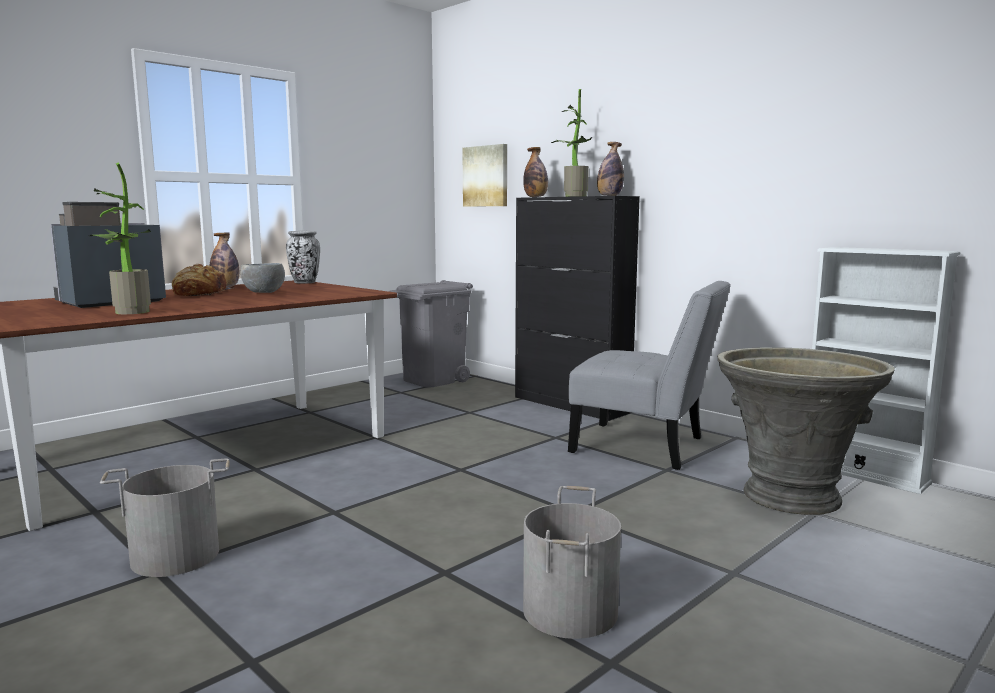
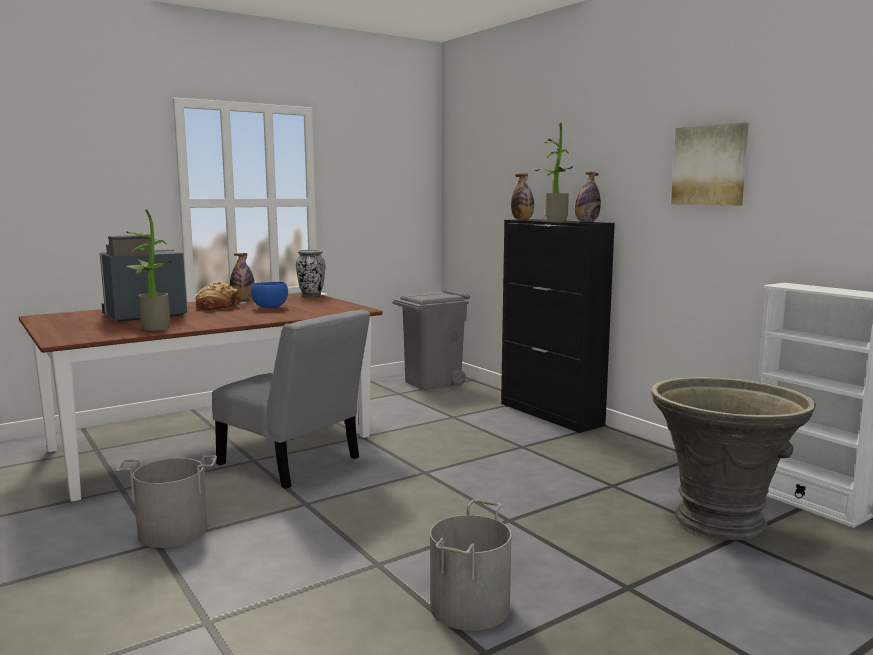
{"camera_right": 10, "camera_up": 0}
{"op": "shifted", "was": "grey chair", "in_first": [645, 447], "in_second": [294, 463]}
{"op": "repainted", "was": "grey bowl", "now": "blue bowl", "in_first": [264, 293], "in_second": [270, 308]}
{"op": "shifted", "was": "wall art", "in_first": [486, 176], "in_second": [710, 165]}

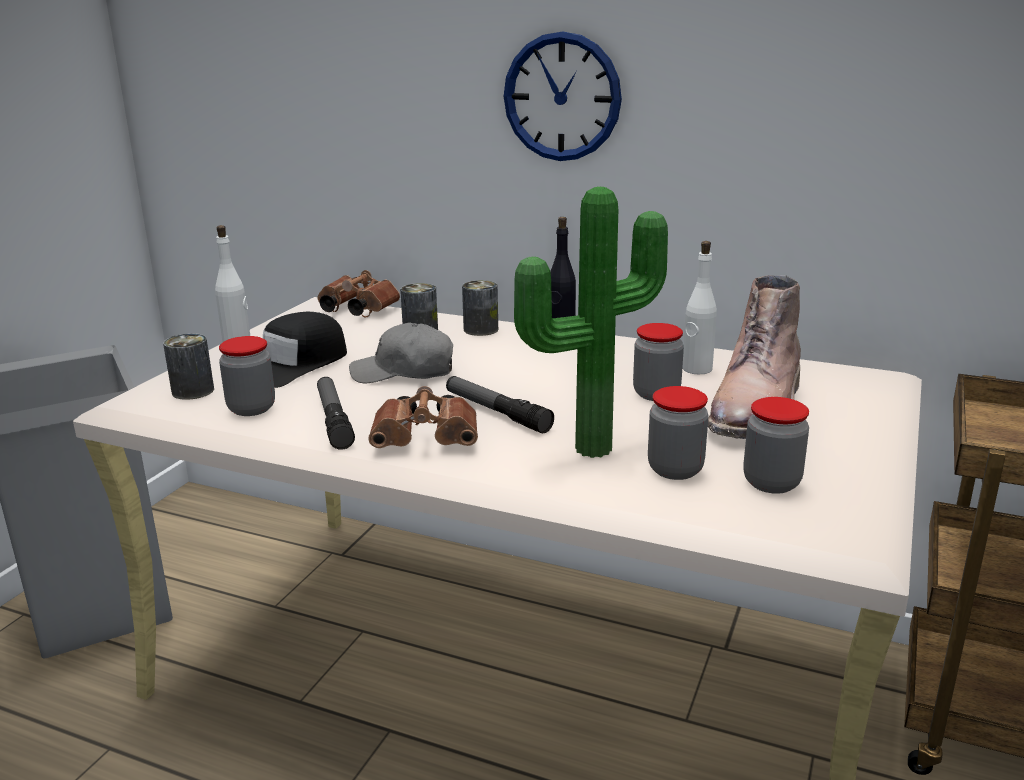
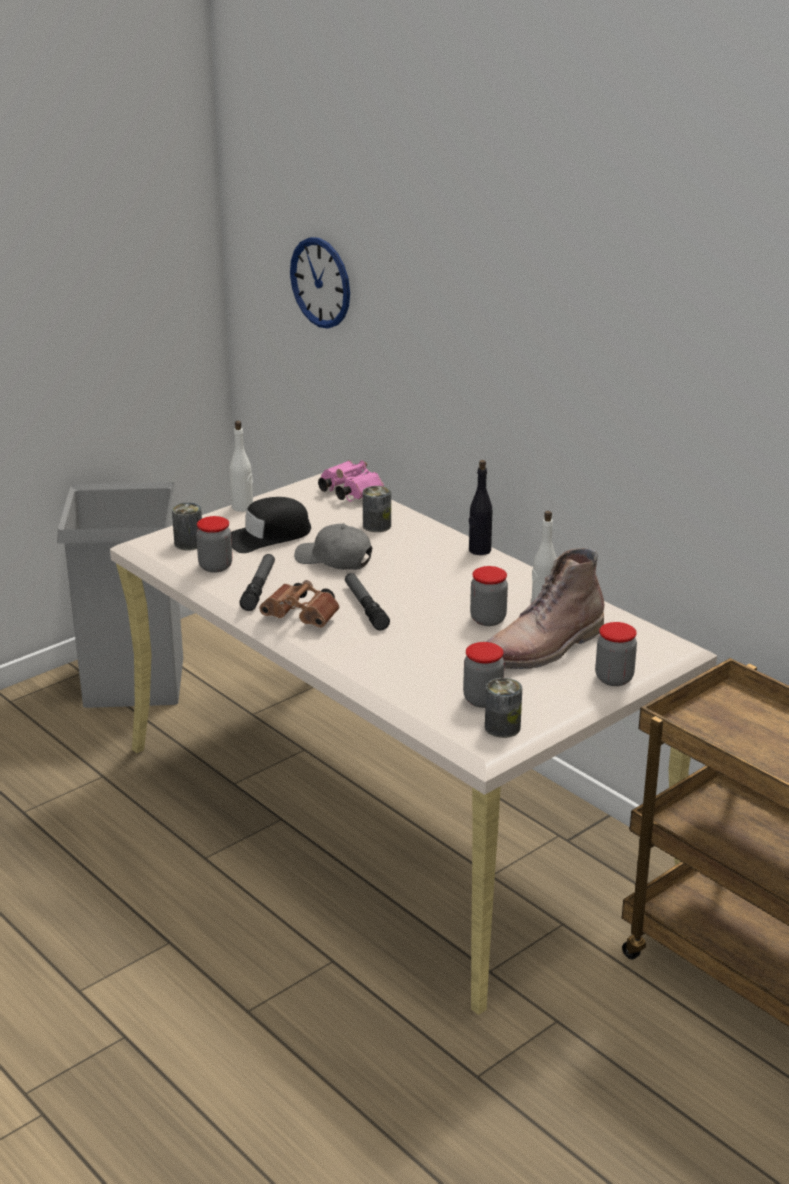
{"camera_right": 25, "camera_up": 5}
{"op": "shifted", "was": "hanging clock", "in_first": [562, 97], "in_second": [320, 282]}
{"op": "repainted", "was": "brown binoculars", "now": "pink-coloured binoculars", "in_first": [355, 310], "in_second": [348, 492]}
{"op": "shifted", "was": "can", "in_first": [481, 329], "in_second": [502, 727]}
{"op": "shifted", "was": "jar", "in_first": [675, 469], "in_second": [614, 678]}
{"op": "gone", "was": "plant in a pot", "in_first": [588, 446]}

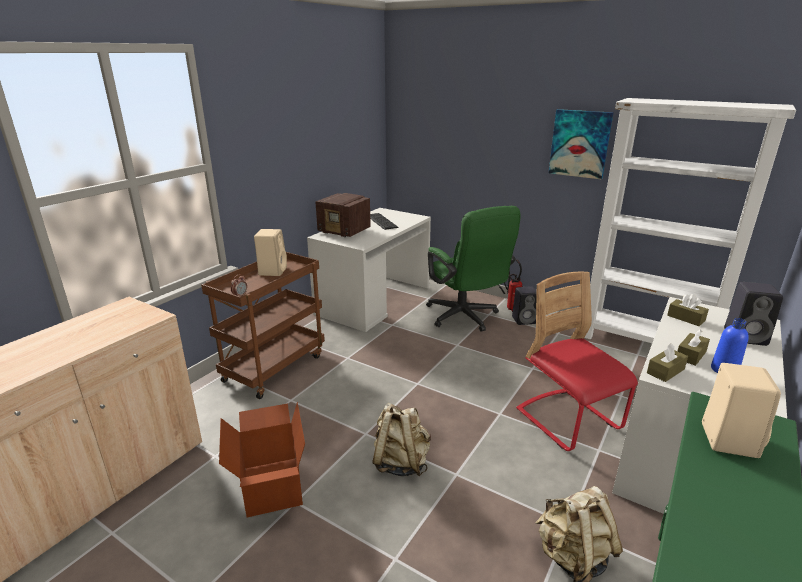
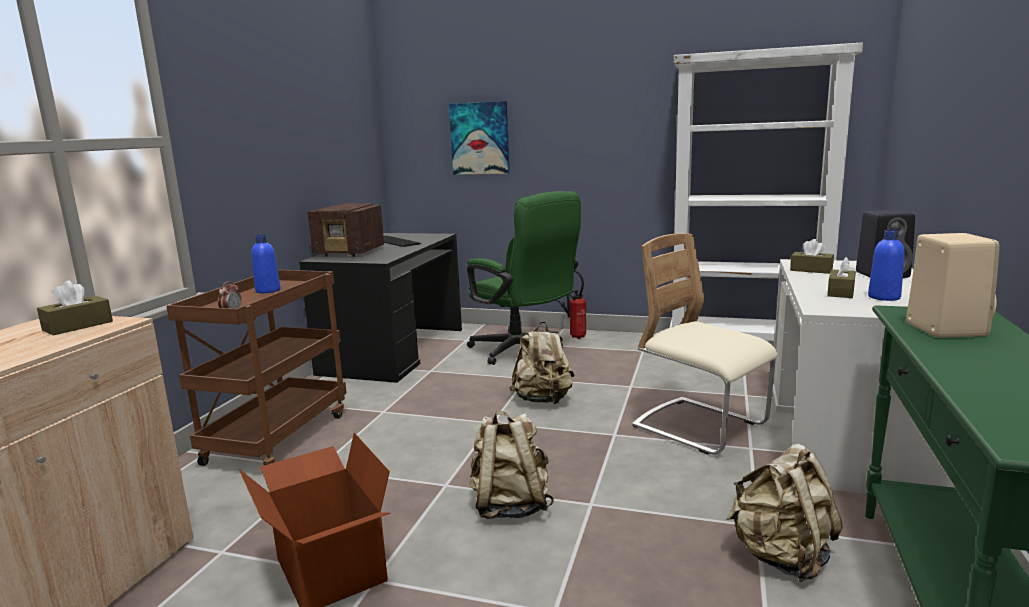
{"camera_right": -15, "camera_up": -10}
{"op": "shifted", "was": "brown tissue box", "in_first": [665, 371], "in_second": [78, 326]}
{"op": "swapped", "was": "beige audio speaker", "now": "blue bottle", "in_first": [273, 271], "in_second": [268, 290]}
{"op": "repainted", "was": "whitish desk unit", "now": "blackish desk unit", "in_first": [374, 300], "in_second": [394, 350]}
{"op": "shifted", "was": "wall art", "in_first": [580, 143], "in_second": [480, 138]}
{"op": "new", "now": "beige knapsack", "in_second": [543, 400]}
{"op": "repainted", "was": "red-coloured chair", "now": "beige chair", "in_first": [568, 420], "in_second": [700, 427]}
{"op": "gone", "was": "blackish audio speaker", "in_first": [524, 320]}

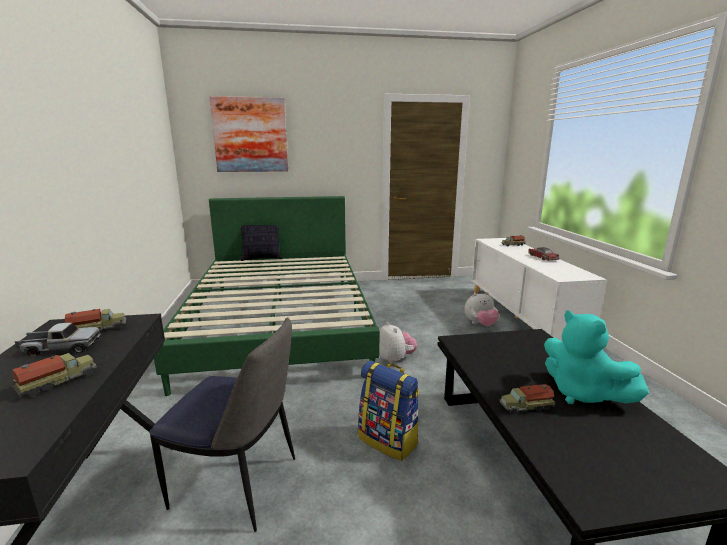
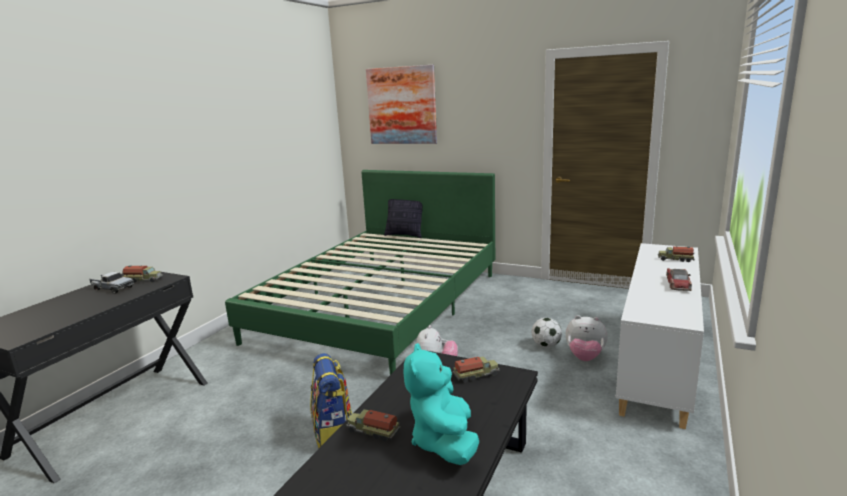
{"camera_right": 35, "camera_up": 0}
{"op": "shifted", "was": "toy lorry", "in_first": [58, 382], "in_second": [476, 375]}
{"op": "new", "now": "football", "in_second": [546, 345]}
{"op": "gone", "was": "chair", "in_first": [238, 484]}

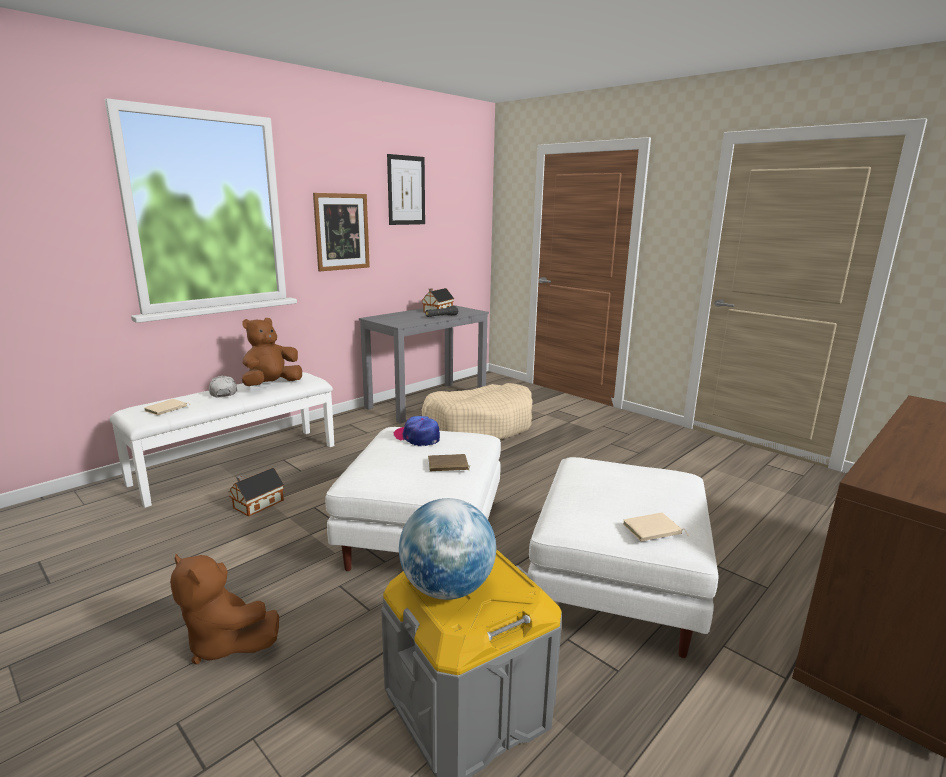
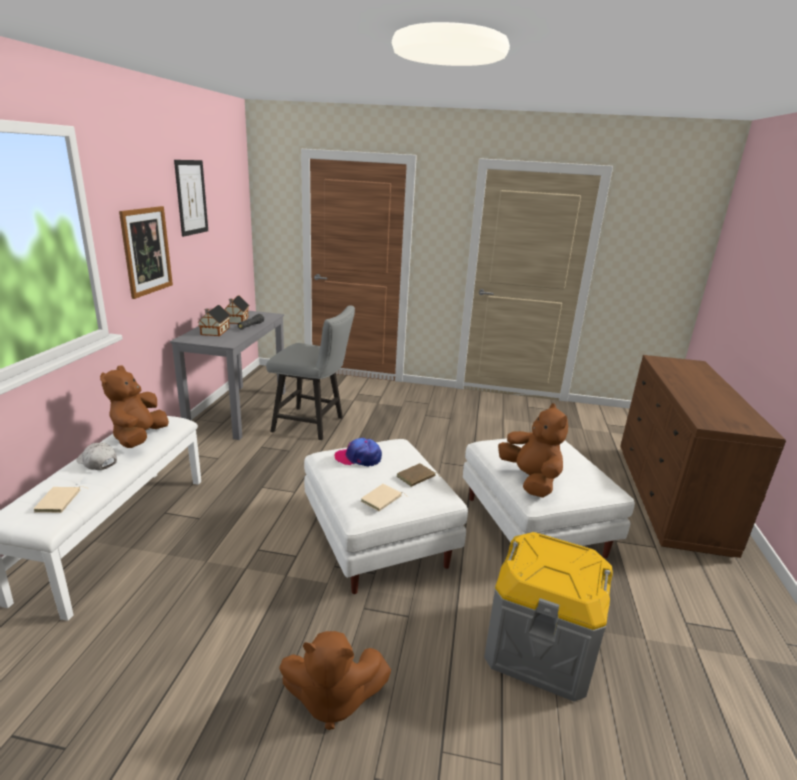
{"camera_right": -35, "camera_up": 5}
{"op": "shifted", "was": "miniature house", "in_first": [256, 504], "in_second": [214, 331]}
{"op": "swapped", "was": "beige pet bed", "now": "grey chair", "in_first": [479, 426], "in_second": [313, 425]}
{"op": "shifted", "was": "beige book", "in_first": [652, 531], "in_second": [382, 500]}
{"op": "new", "now": "brown plush toy", "in_second": [530, 480]}
{"op": "gone", "was": "world globe", "in_first": [447, 589]}

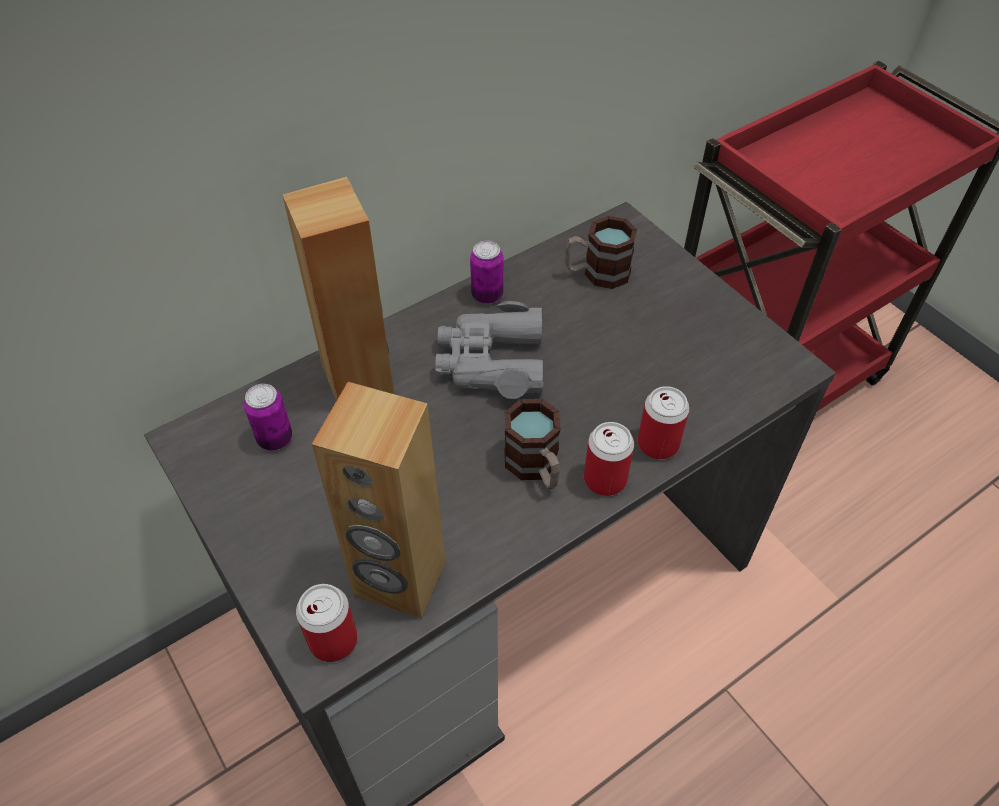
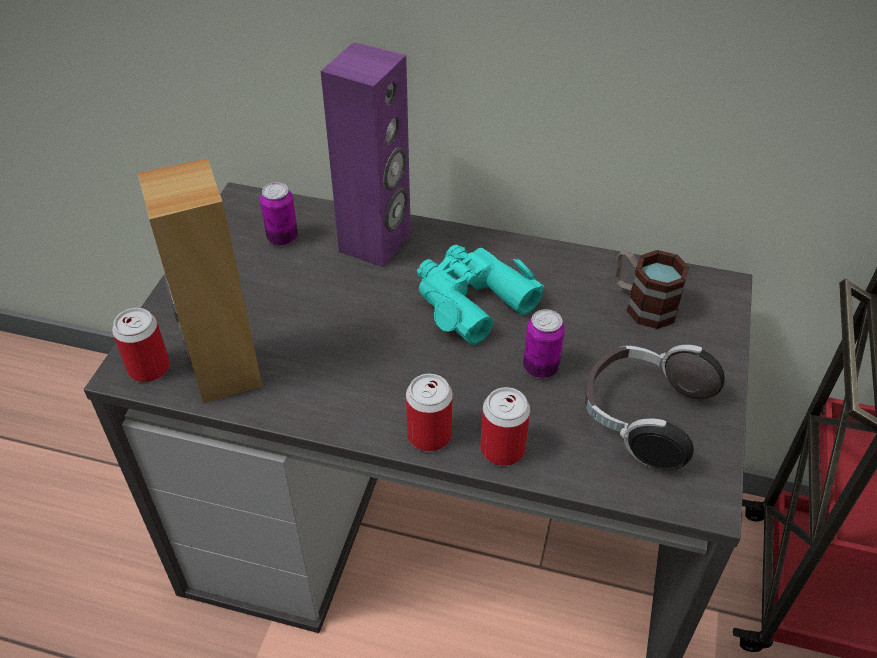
{"camera_right": 50, "camera_up": -5}
{"op": "repainted", "was": "brown audio speaker", "now": "purplish audio speaker", "in_first": [359, 379], "in_second": [376, 243]}
{"op": "repainted", "was": "grey binoculars", "now": "blue-green binoculars", "in_first": [491, 362], "in_second": [471, 299]}
{"op": "shifted", "was": "can", "in_first": [487, 295], "in_second": [540, 367]}
{"op": "new", "now": "headset", "in_second": [642, 416]}
{"op": "gone", "was": "mug", "in_first": [536, 467]}

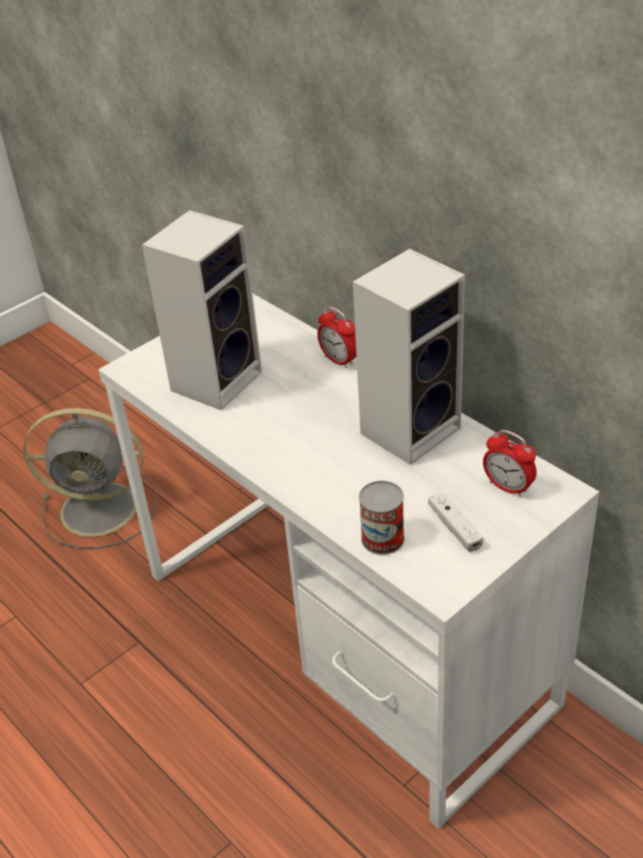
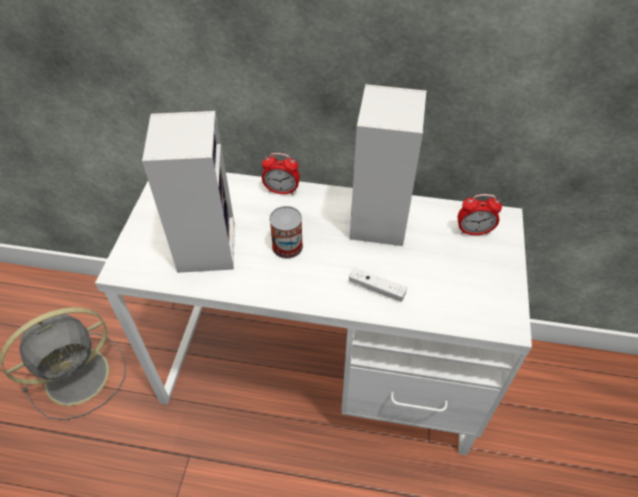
{"camera_right": -40, "camera_up": 10}
{"op": "shifted", "was": "can", "in_first": [382, 538], "in_second": [287, 246]}
{"op": "shifted", "was": "whitish joypad", "in_first": [455, 528], "in_second": [377, 288]}

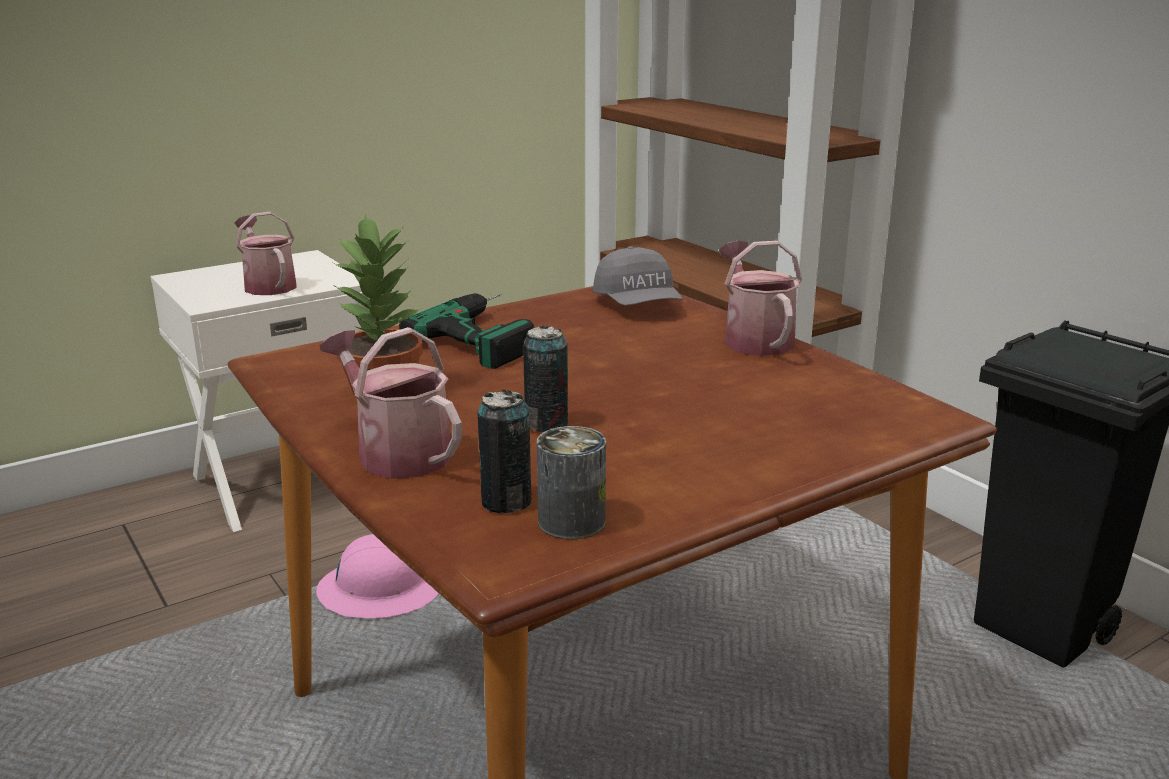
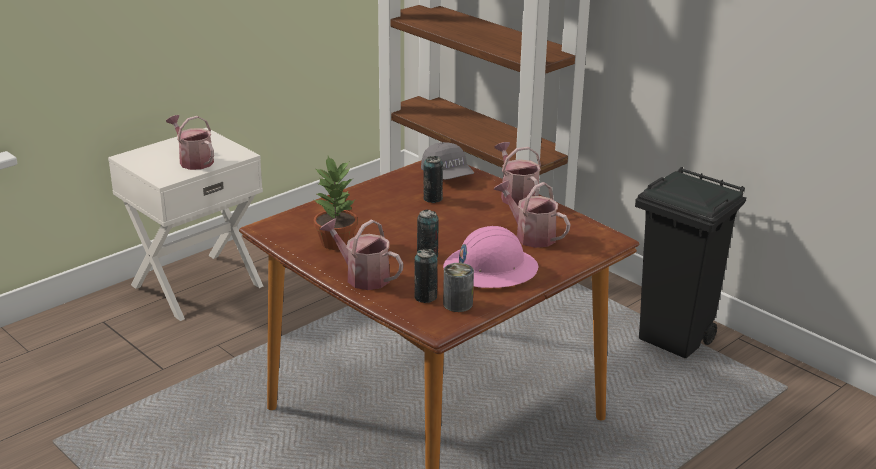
{"camera_right": -10, "camera_up": 5}
{"op": "new", "now": "can", "in_second": [432, 198]}
{"op": "shifted", "was": "pink-coloured work helmet", "in_first": [380, 590], "in_second": [490, 269]}
{"op": "new", "now": "sprinkling can", "in_second": [530, 235]}
{"op": "gone", "was": "electric drill", "in_first": [491, 334]}

